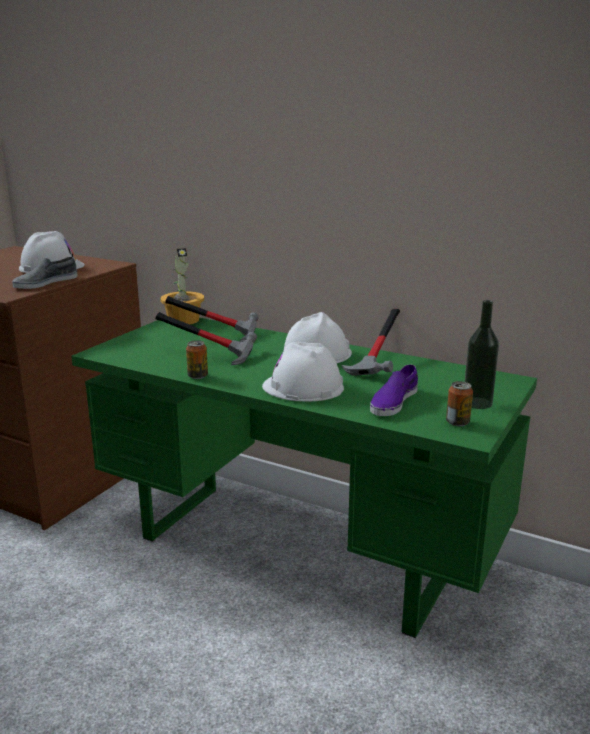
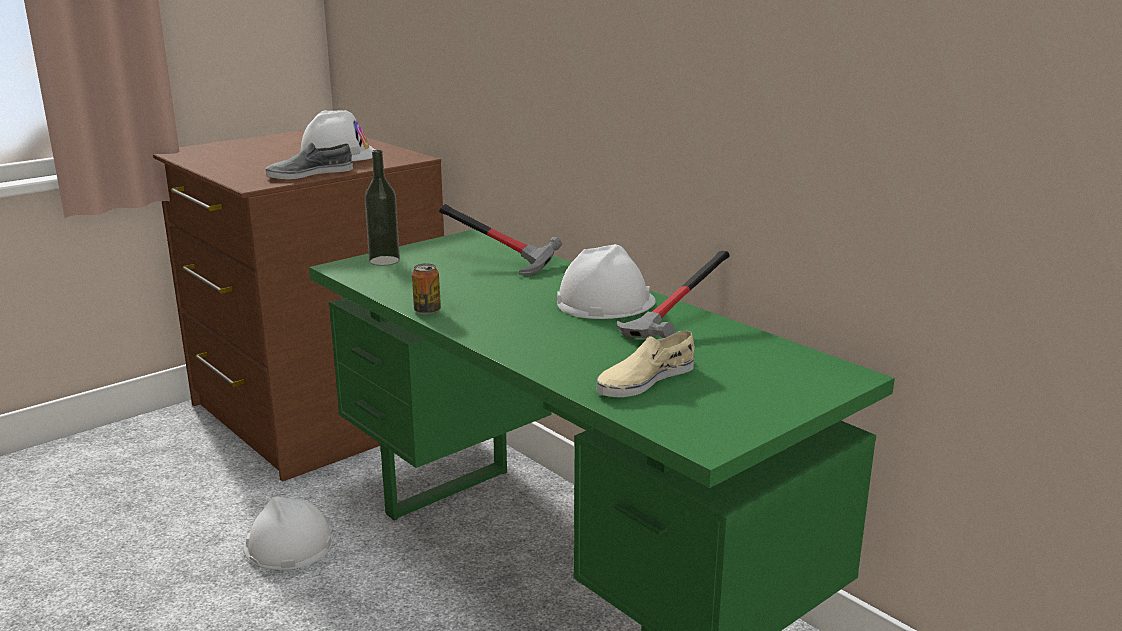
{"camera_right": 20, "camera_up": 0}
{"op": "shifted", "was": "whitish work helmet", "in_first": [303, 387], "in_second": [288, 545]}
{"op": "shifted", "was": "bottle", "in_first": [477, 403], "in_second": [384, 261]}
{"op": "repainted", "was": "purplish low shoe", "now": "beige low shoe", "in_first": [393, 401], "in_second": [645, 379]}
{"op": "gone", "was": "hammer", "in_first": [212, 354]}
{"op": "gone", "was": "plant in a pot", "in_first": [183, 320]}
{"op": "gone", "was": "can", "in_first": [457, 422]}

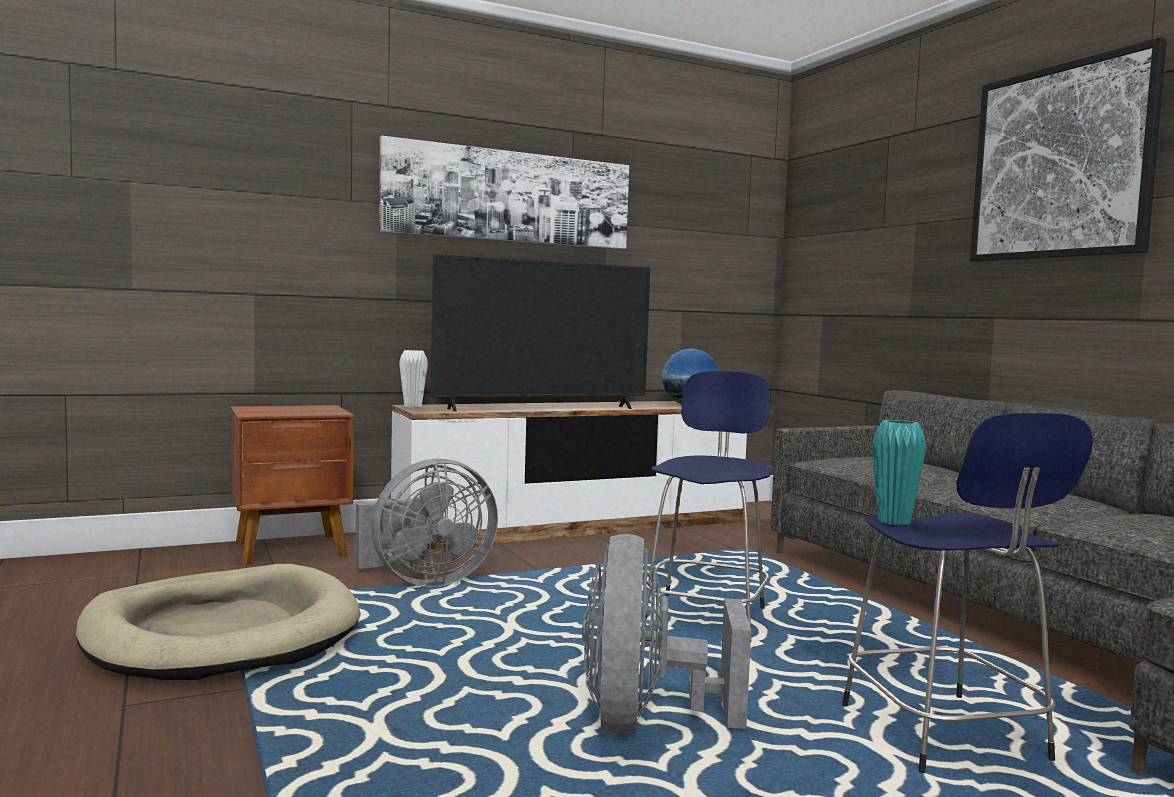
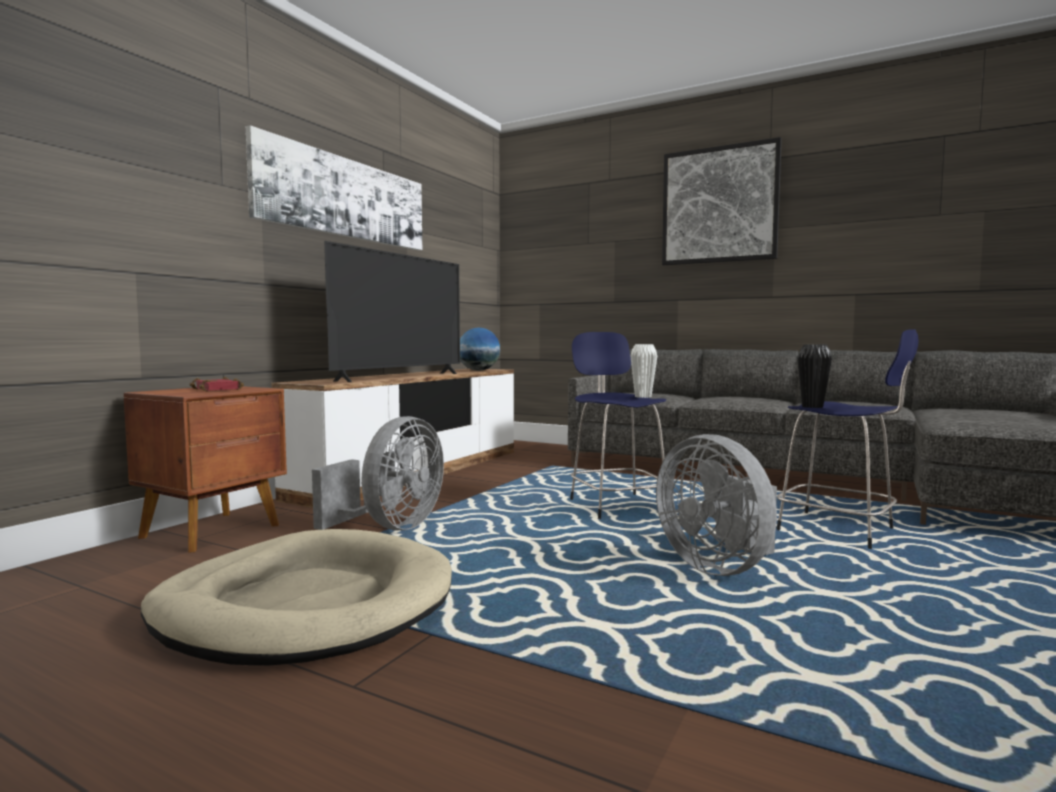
{"camera_right": -35, "camera_up": 0}
{"op": "new", "now": "red-coloured book", "in_second": [219, 389]}
{"op": "shifted", "was": "whitish vase", "in_first": [413, 406], "in_second": [643, 396]}
{"op": "repainted", "was": "blue-green vase", "now": "blackish vase", "in_first": [894, 521], "in_second": [812, 406]}

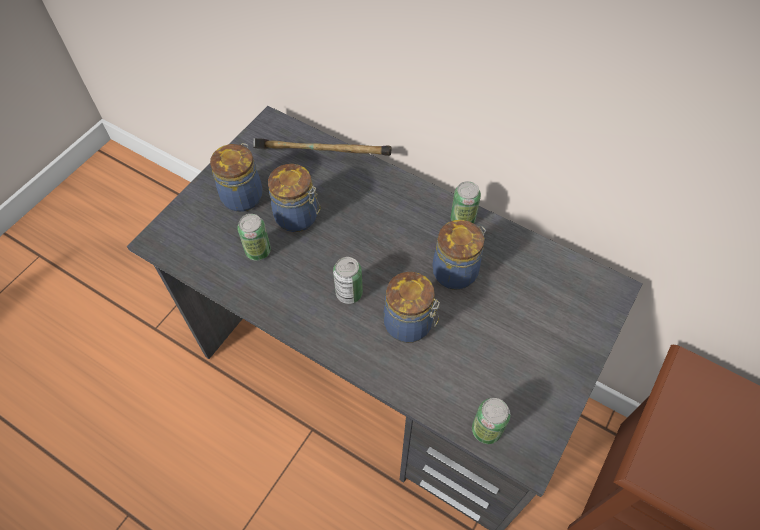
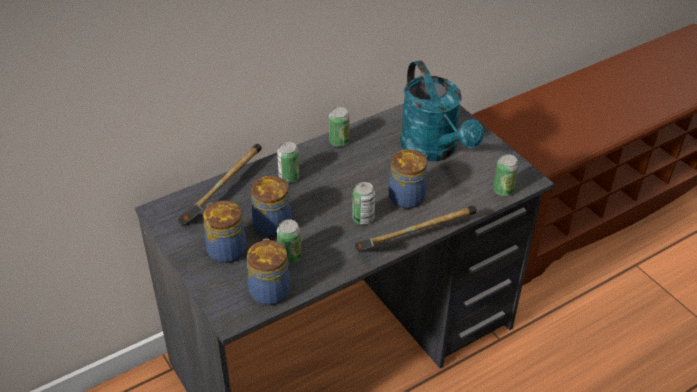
{"camera_right": -65, "camera_up": -15}
{"op": "shifted", "was": "jar", "in_first": [456, 271], "in_second": [269, 290]}
{"op": "new", "now": "can", "in_second": [289, 177]}
{"op": "new", "now": "hammer", "in_second": [412, 239]}
{"op": "new", "now": "blue-green sprinkling can", "in_second": [434, 150]}

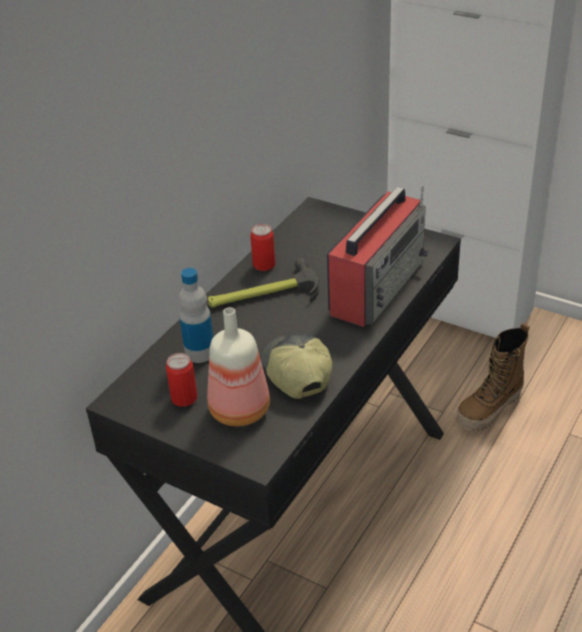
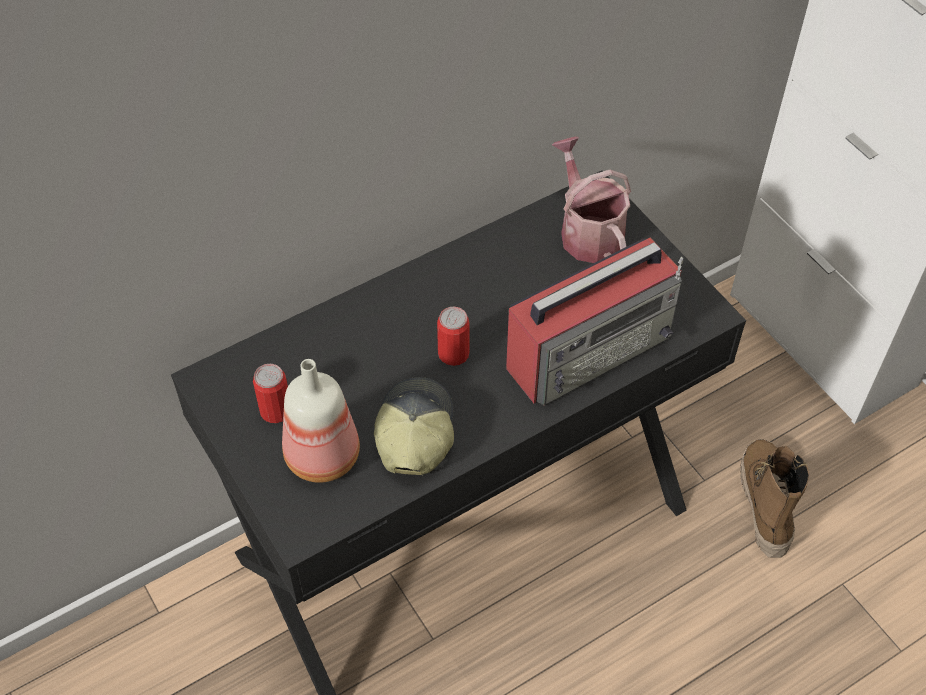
{"camera_right": 25, "camera_up": 15}
{"op": "shifted", "was": "can", "in_first": [264, 265], "in_second": [453, 354]}
{"op": "new", "now": "sprinkling can", "in_second": [587, 231]}
{"op": "rotated", "was": "boot", "in_first": [489, 410], "in_second": [764, 504], "clockwise": 105}
{"op": "gone", "was": "bottle", "in_first": [200, 352]}
{"op": "gone", "was": "hammer", "in_first": [262, 294]}

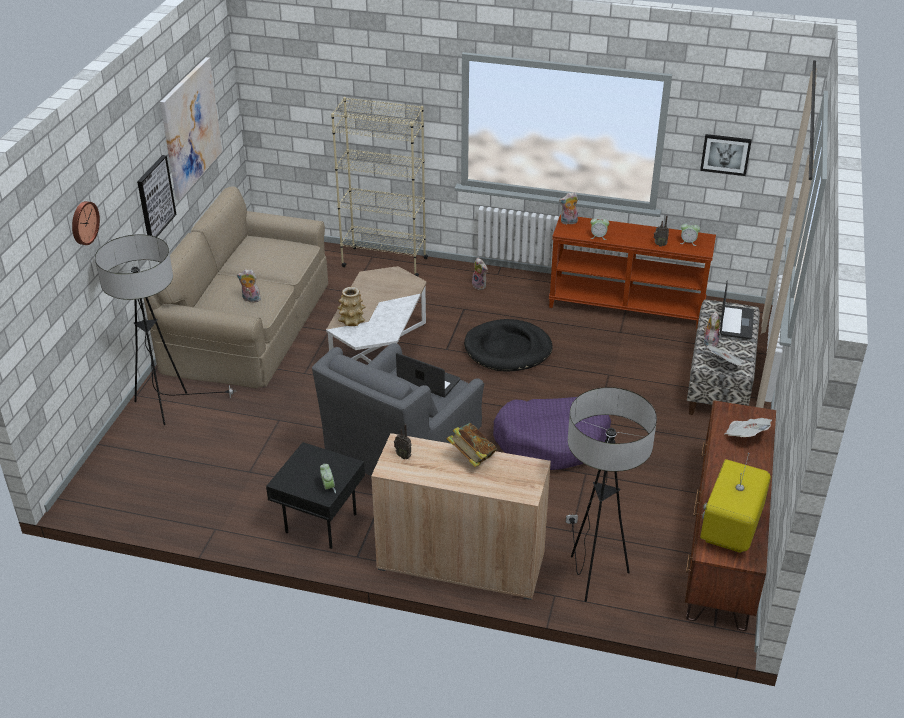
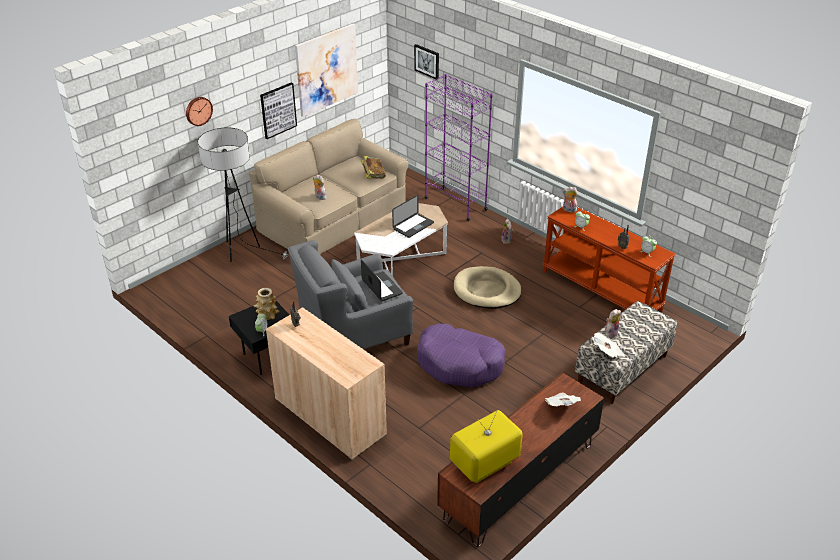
{"camera_right": 30, "camera_up": 0}
{"op": "shifted", "was": "vase", "in_first": [352, 321], "in_second": [267, 315]}
{"op": "shifted", "was": "book", "in_first": [471, 457], "in_second": [373, 176]}
{"op": "shifted", "was": "notebook computer", "in_first": [736, 323], "in_second": [413, 226]}
{"op": "shifted", "was": "wall art", "in_first": [725, 154], "in_second": [427, 61]}
{"op": "repainted", "was": "beige bookshelf", "now": "purplish bookshelf", "in_first": [384, 262], "in_second": [455, 204]}
{"op": "repainted", "was": "blackish pet bed", "now": "beige pet bed", "in_first": [508, 349], "in_second": [487, 290]}
{"op": "gone", "was": "standard lamp", "in_first": [593, 577]}

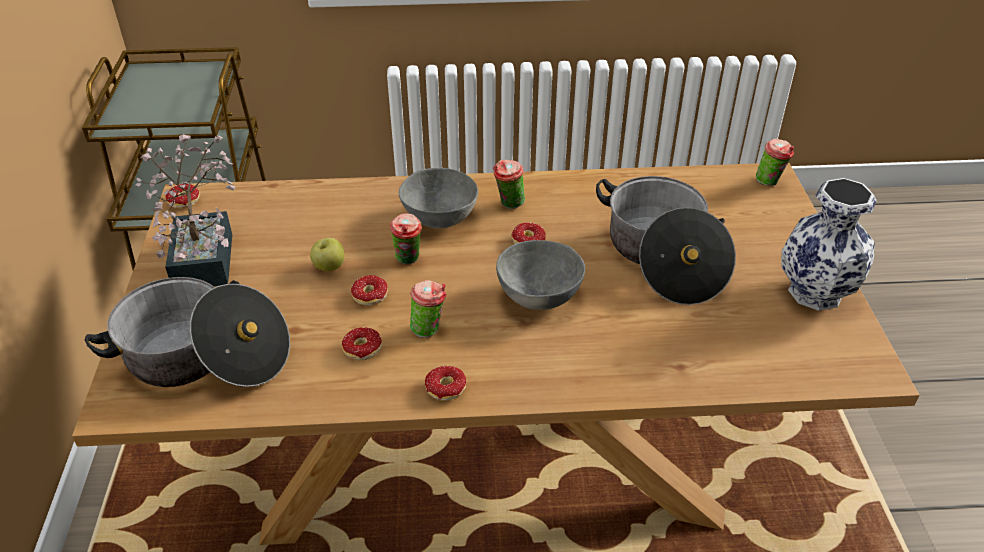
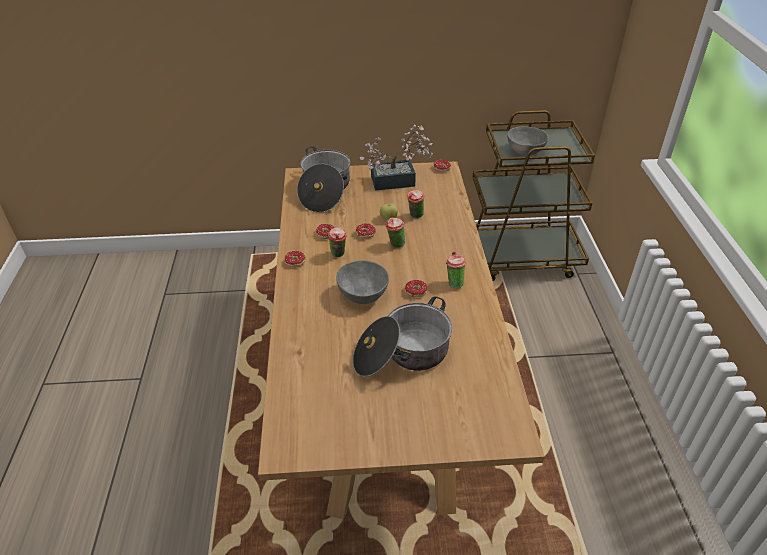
{"camera_right": 90, "camera_up": 0}
{"op": "shifted", "was": "drinking cup", "in_first": [770, 182], "in_second": [415, 216]}
{"op": "shifted", "was": "grey bowl", "in_first": [440, 220], "in_second": [524, 152]}
{"op": "gone", "was": "vase", "in_first": [813, 292]}

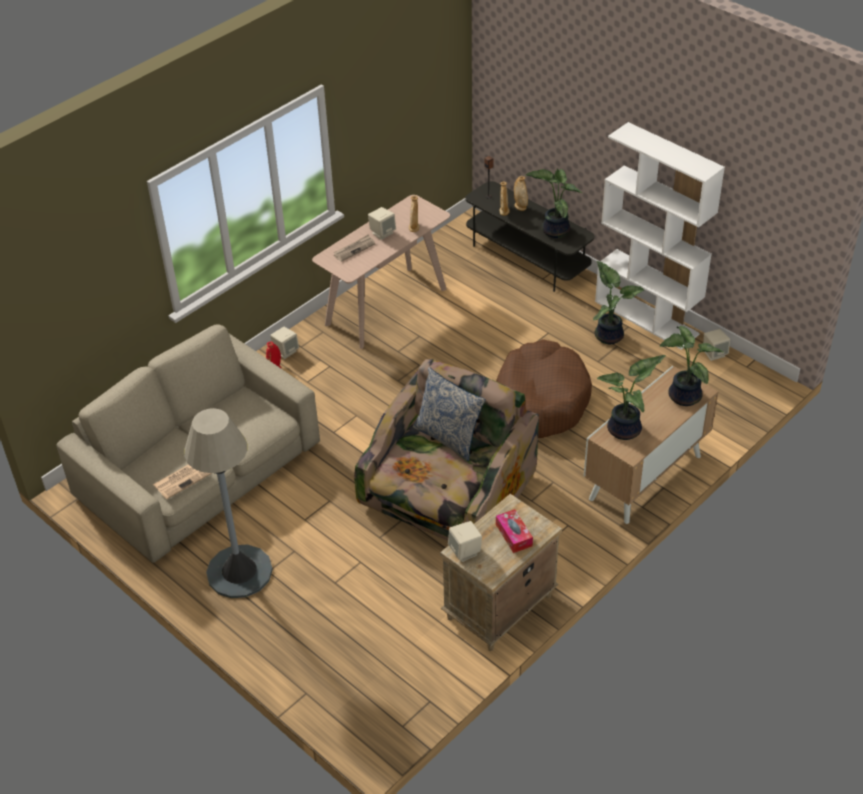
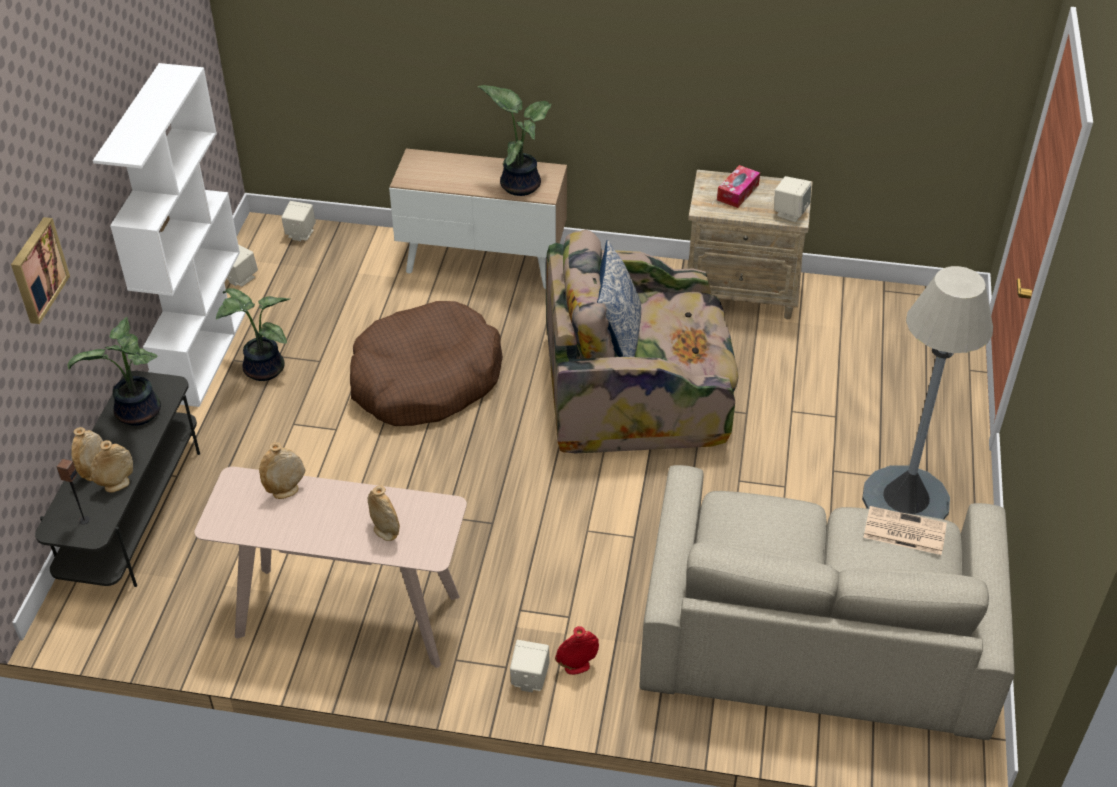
{"camera_right": -125, "camera_up": 0}
{"op": "new", "now": "wall art", "in_second": [37, 270]}
{"op": "shifted", "was": "beige audio speaker", "in_first": [382, 233], "in_second": [300, 234]}
{"op": "swapped", "was": "newspaper", "now": "beige vase", "in_first": [354, 249], "in_second": [385, 532]}
{"op": "gone", "was": "plant in a pot", "in_first": [682, 396]}

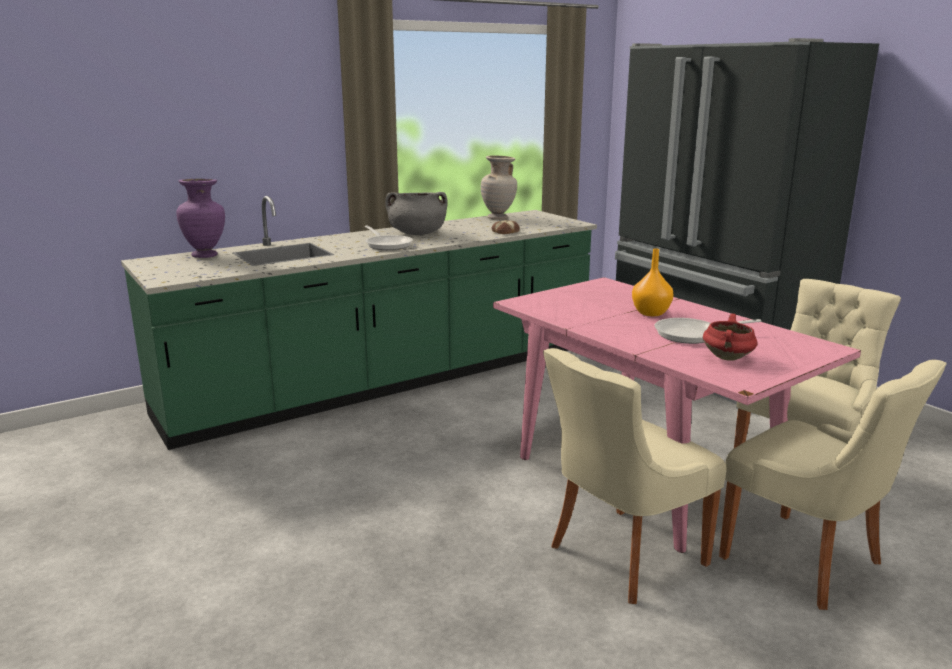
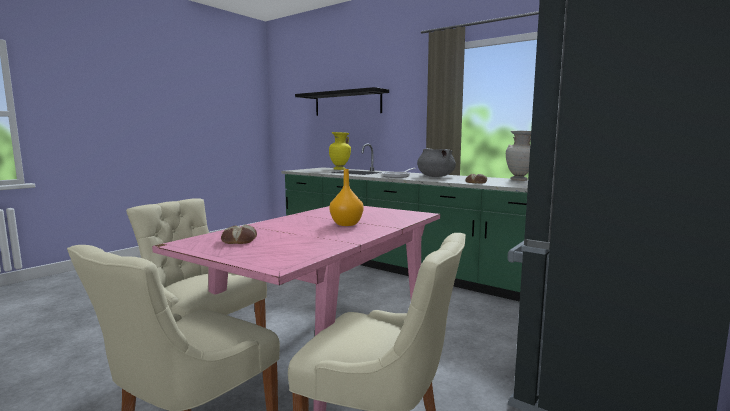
{"camera_right": 70, "camera_up": -10}
{"op": "swapped", "was": "red-coloured cooking pot", "now": "bread", "in_first": [728, 358], "in_second": [238, 240]}
{"op": "new", "now": "blackish bracket shelf", "in_second": [347, 103]}
{"op": "repainted", "was": "purplish vase", "now": "yellow-coloured vase", "in_first": [206, 256], "in_second": [340, 169]}
{"op": "gone", "was": "frying pan", "in_first": [693, 335]}

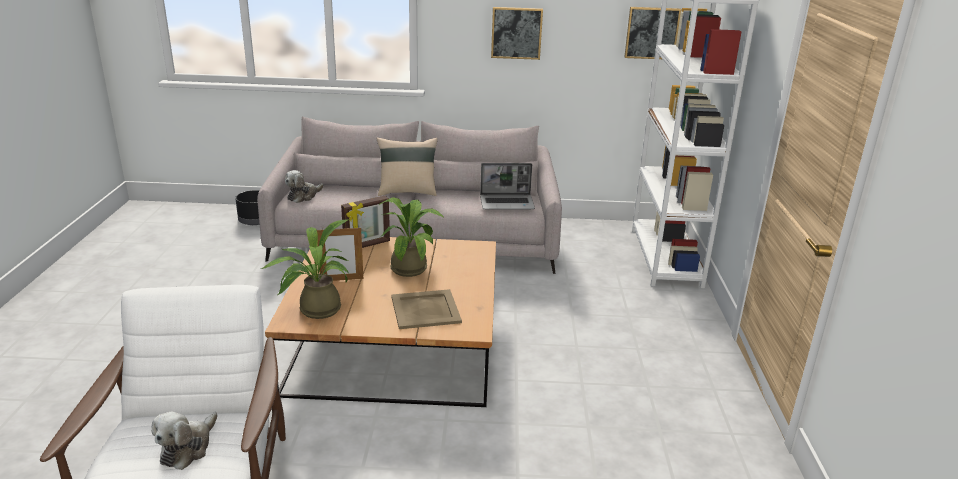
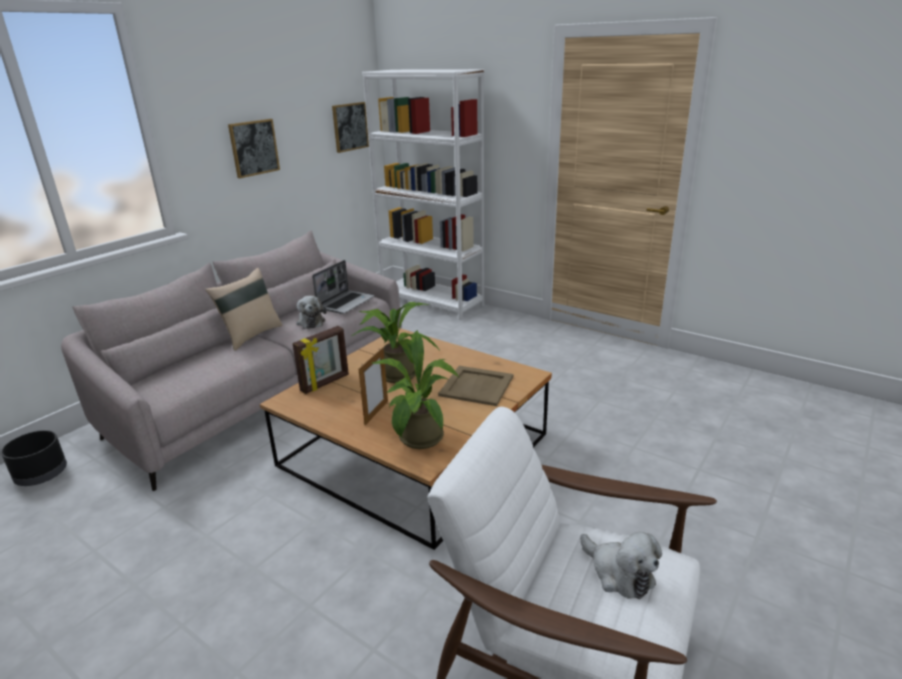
{"camera_right": -55, "camera_up": 0}
{"op": "rotated", "was": "standing frame", "in_first": [367, 245], "in_second": [325, 383], "clockwise": 45}
{"op": "shifted", "was": "plush toy", "in_first": [303, 196], "in_second": [311, 321]}

